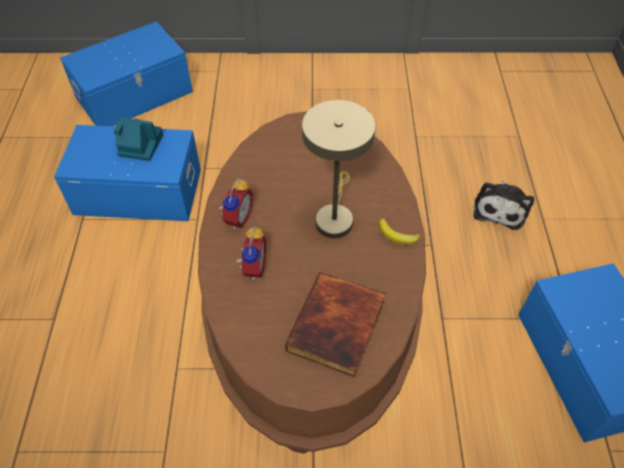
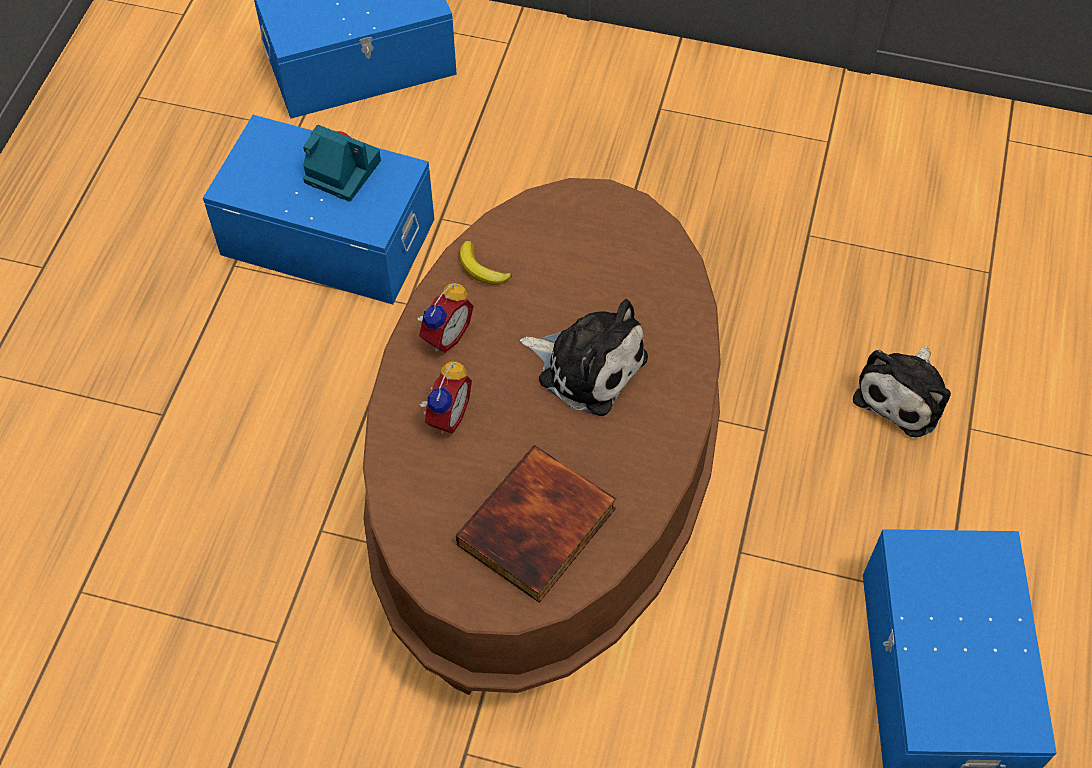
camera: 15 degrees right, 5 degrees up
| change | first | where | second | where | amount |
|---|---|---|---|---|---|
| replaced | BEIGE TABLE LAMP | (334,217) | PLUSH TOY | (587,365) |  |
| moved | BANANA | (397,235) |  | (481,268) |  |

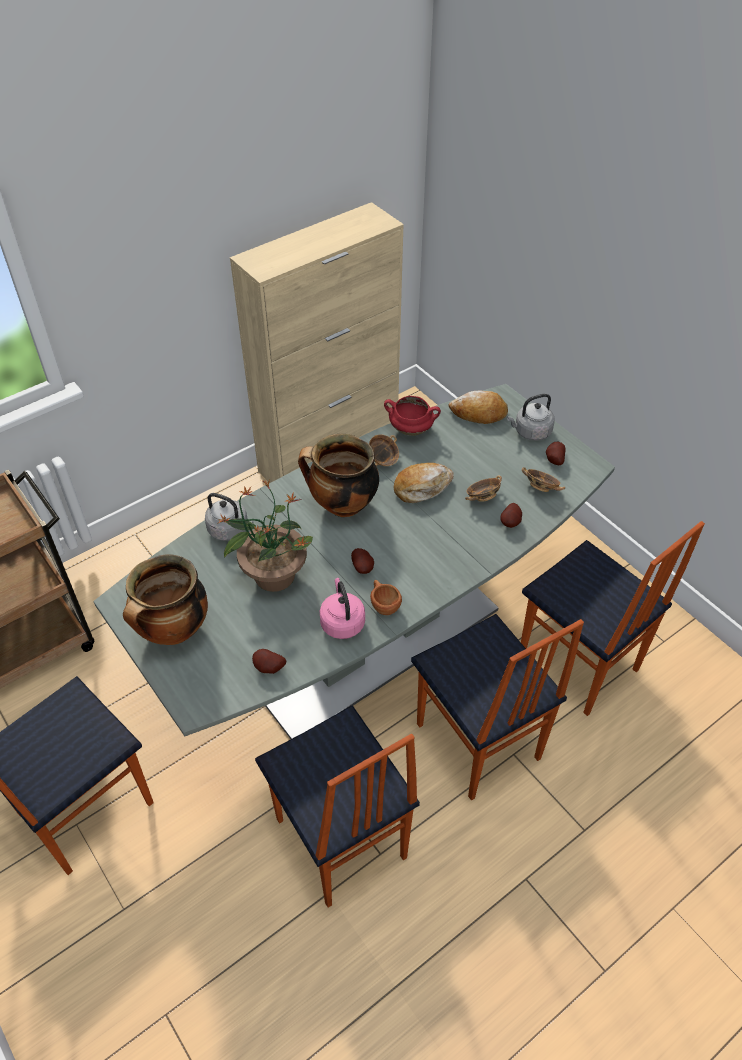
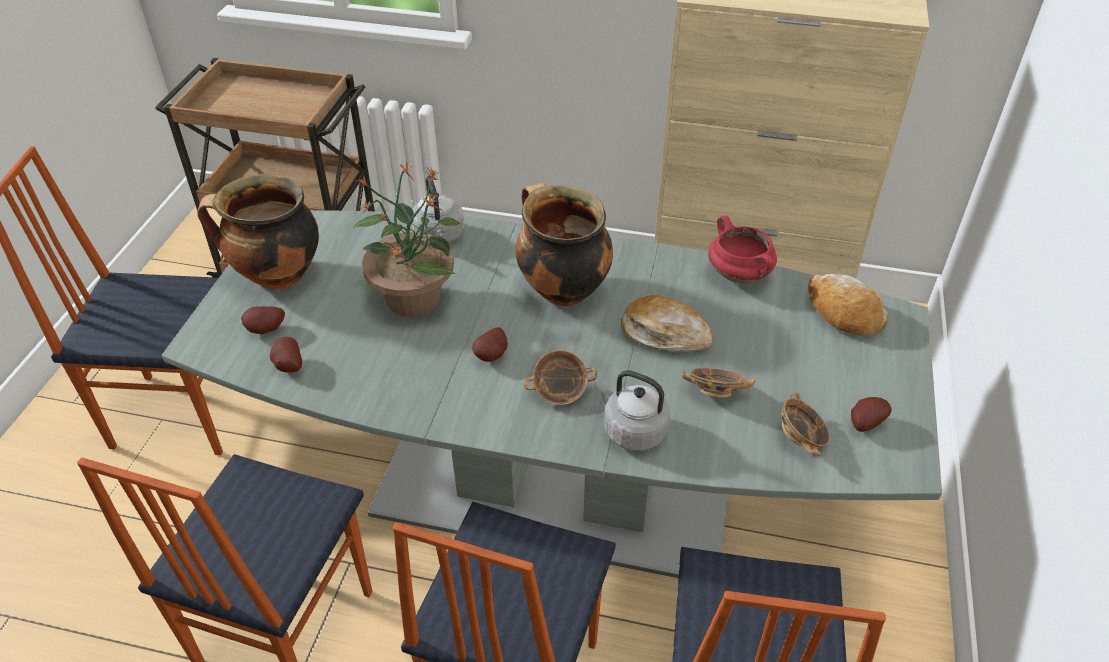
camera: 50 degrees right, 5 degrees down
| change | first | where | second | where | amount |
|---|---|---|---|---|---|
| removed | PINK KETTLE | (342,622) |  |  |  |
| moved | BOWL | (383,460) |  | (560,393) |  |
| removed | BROWN CUP | (383,604) |  |  |  |
| moved | POTATO | (511,523) |  | (266,331) |  |
| moved | GREY KETTLE | (530,432) |  | (631,430) |  |

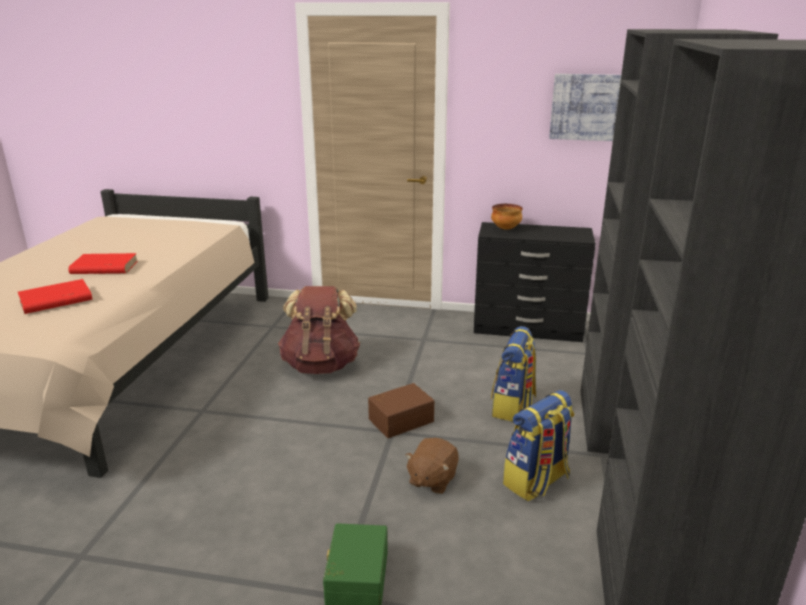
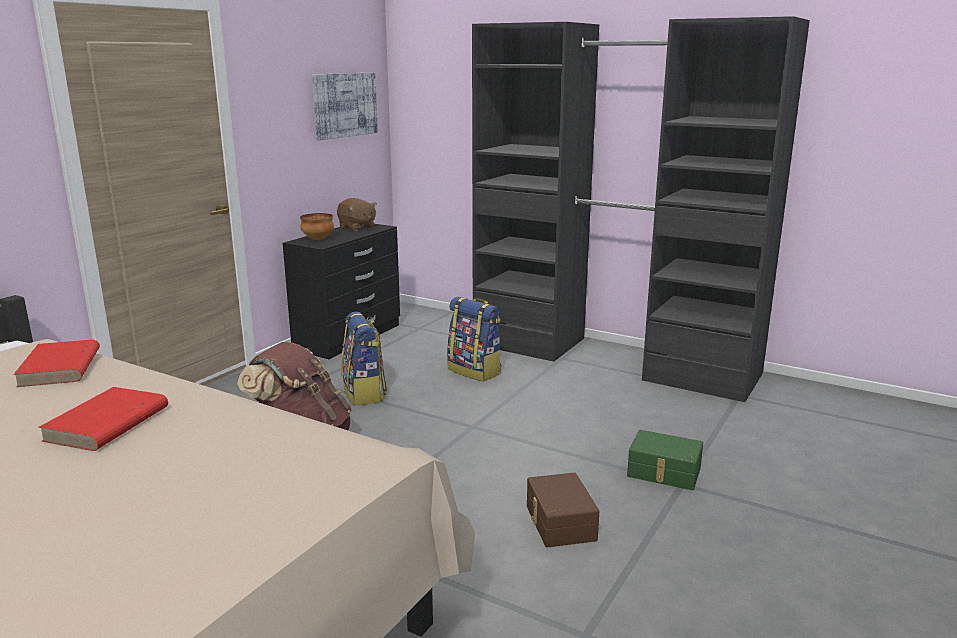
camera: 70 degrees left, 5 degrees down
| change | first | where | second | where | amount |
|---|---|---|---|---|---|
| moved | RED BOOK | (55,300) |  | (60,368) |  |
| moved | BROWN STORAGE BOX | (400,419) |  | (558,523) |  |
| moved | BROWN PLUSH TOY | (432,479) |  | (357,228) |  |
| moved | BACKPACK | (536,481) |  | (365,393) |  |

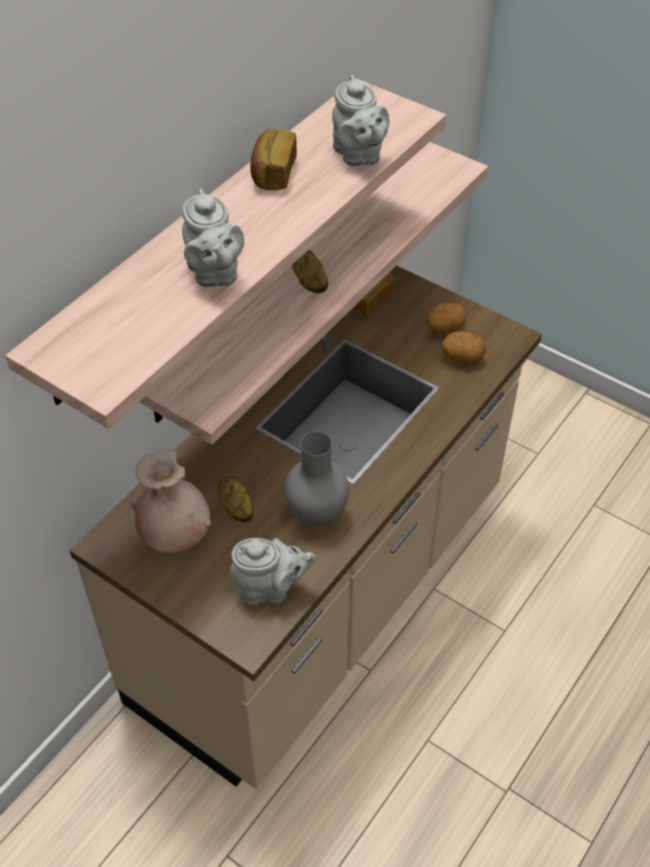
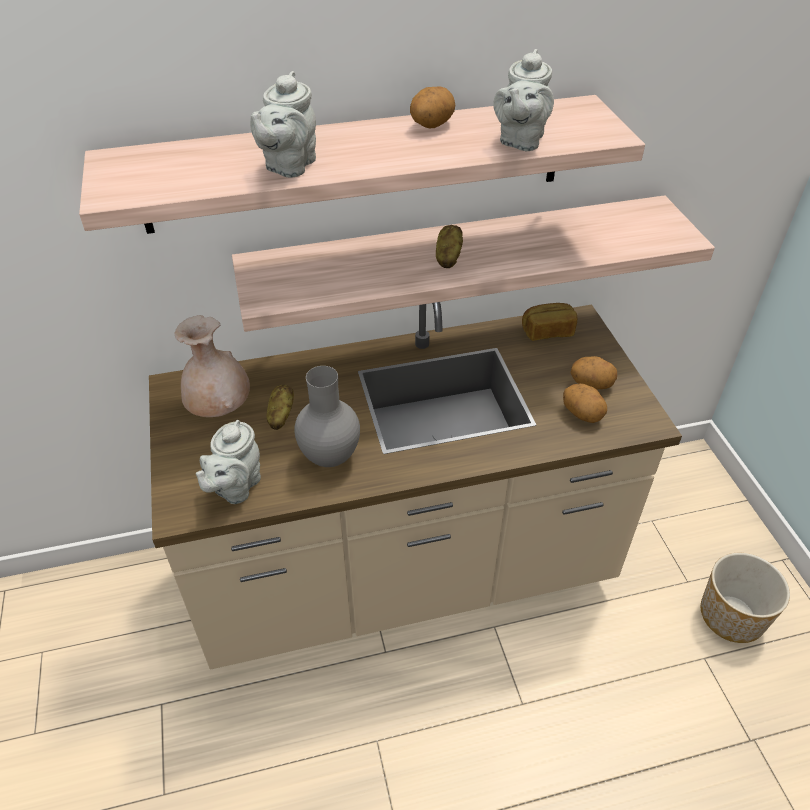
camera: 40 degrees right, 5 degrees down
| change | first | where | second | where | amount |
|---|---|---|---|---|---|
| turned | GREY TEAPOT | (270,589) |  | (235,487) | 75 degrees clockwise |
| replaced | BREAD | (272,173) | POTATO | (431,125) |  |
| added |  |  | PLANTER | (732,616) |  |

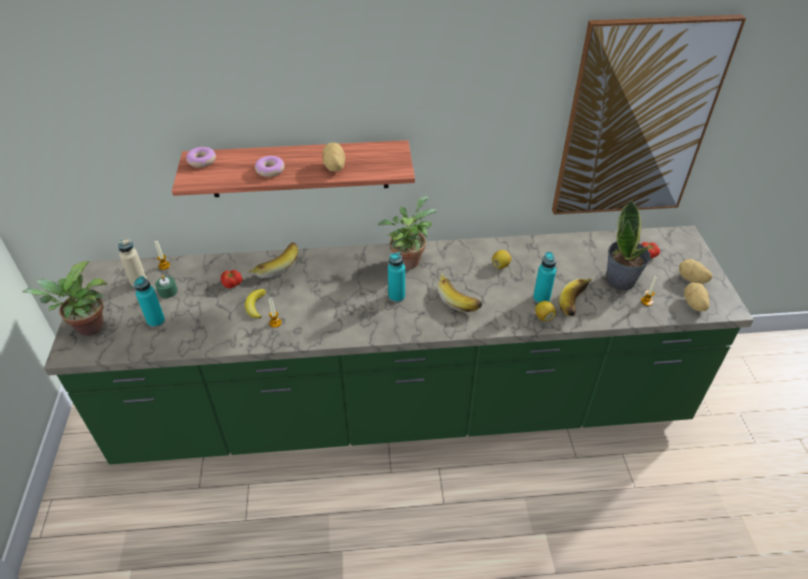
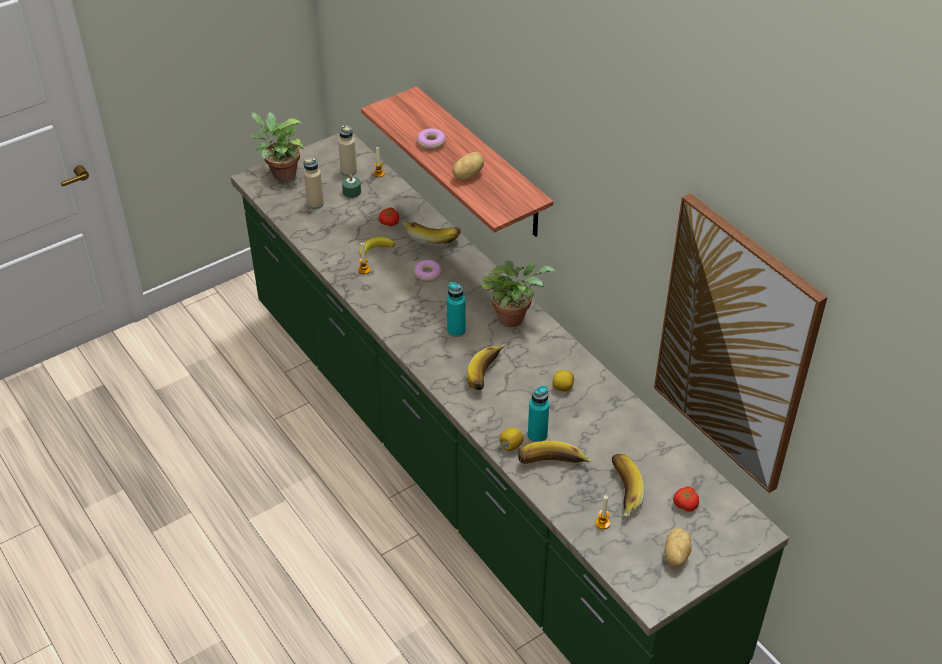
camera: 60 degrees right, 0 degrees up
| change | first | where | second | where | amount |
|---|---|---|---|---|---|
| recoloured | TURQUOISE BOTTLE | (156,321) | BEIGE BOTTLE | (315,204) |  |
| moved | DONUT | (202,161) |  | (427,274) |  |
| replaced | POTTED PLANT | (621,280) | BANANA | (621,492) |  |
| removed | POTATO | (693,304) |  |  |  |

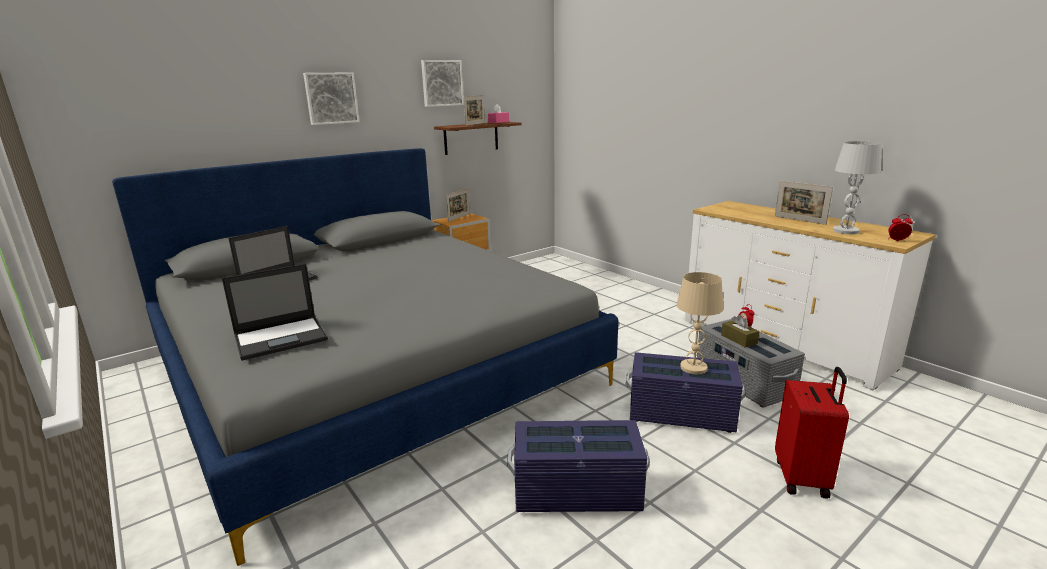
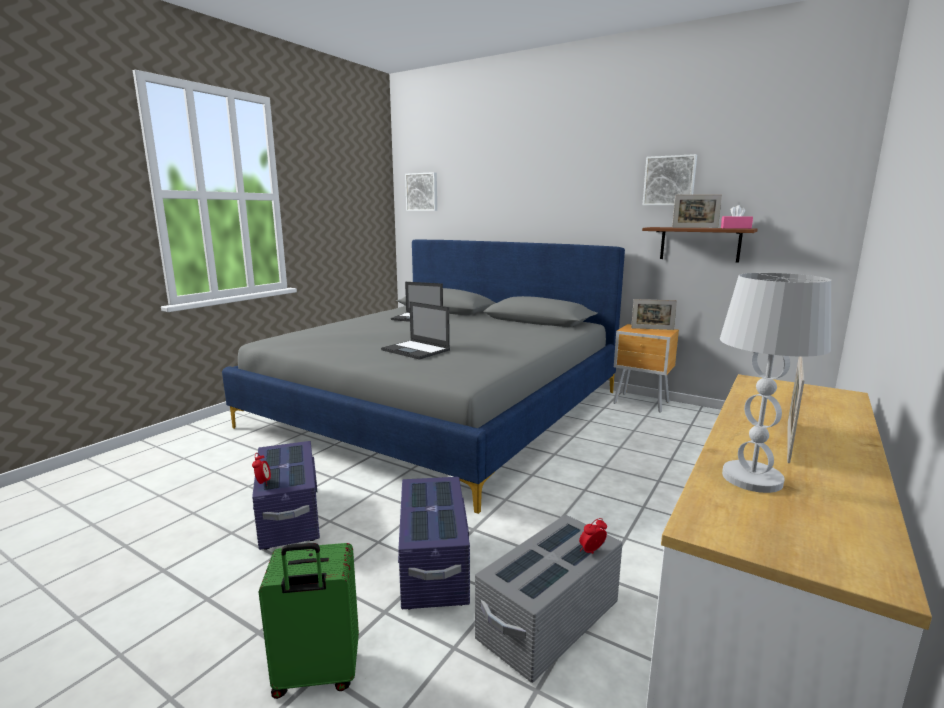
camera: 70 degrees right, 5 degrees down
| change | first | where | second | where | amount |
|---|---|---|---|---|---|
| moved | LAPTOP | (282,337) |  | (416,350) |  |
| moved | PICTURE | (331,98) |  | (422,192) |  |
| removed | BEIGE TABLE LAMP | (693,368) |  |  |  |
| removed | BROWN TISSUE BOX | (739,339) |  |  |  |
| recoloured | RED SUITCASE | (803,478) | GREEN SUITCASE | (316,675) |  |
| moved | ALARM CLOCK | (897,240) |  | (263,483) |  |

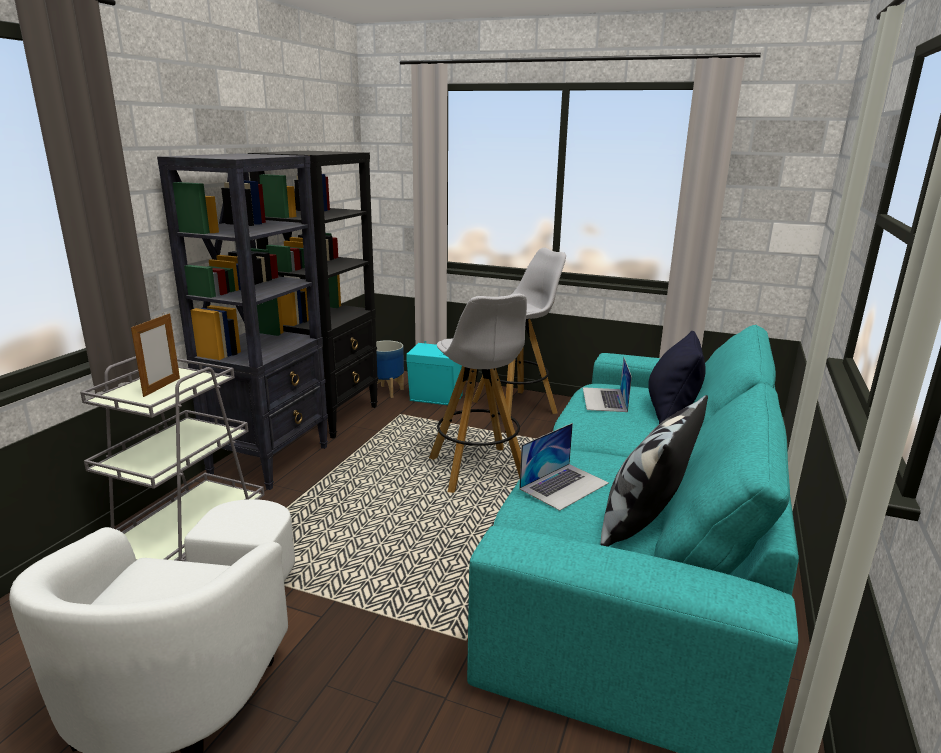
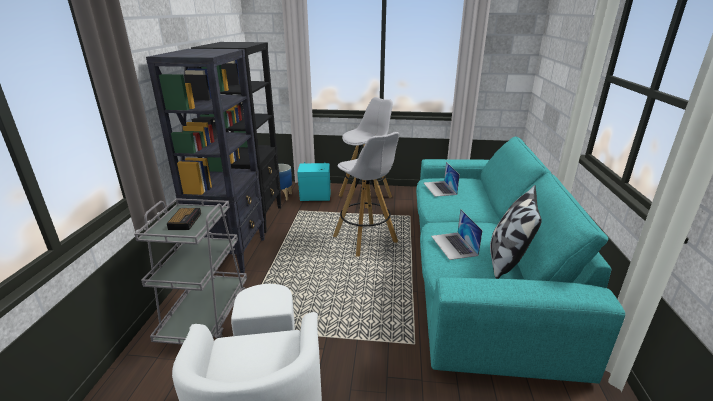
camera: 15 degrees left, 5 degrees up
| change | first | where | second | where | amount |
|---|---|---|---|---|---|
| replaced | PICTURE FRAME | (162,387) | ALARM CLOCK | (185,221) |  |
| turned | LAPTOP | (564,485) |  | (454,245) | 135 degrees clockwise |
| removed | BLACK PILLOW | (671,411) |  |  |  |

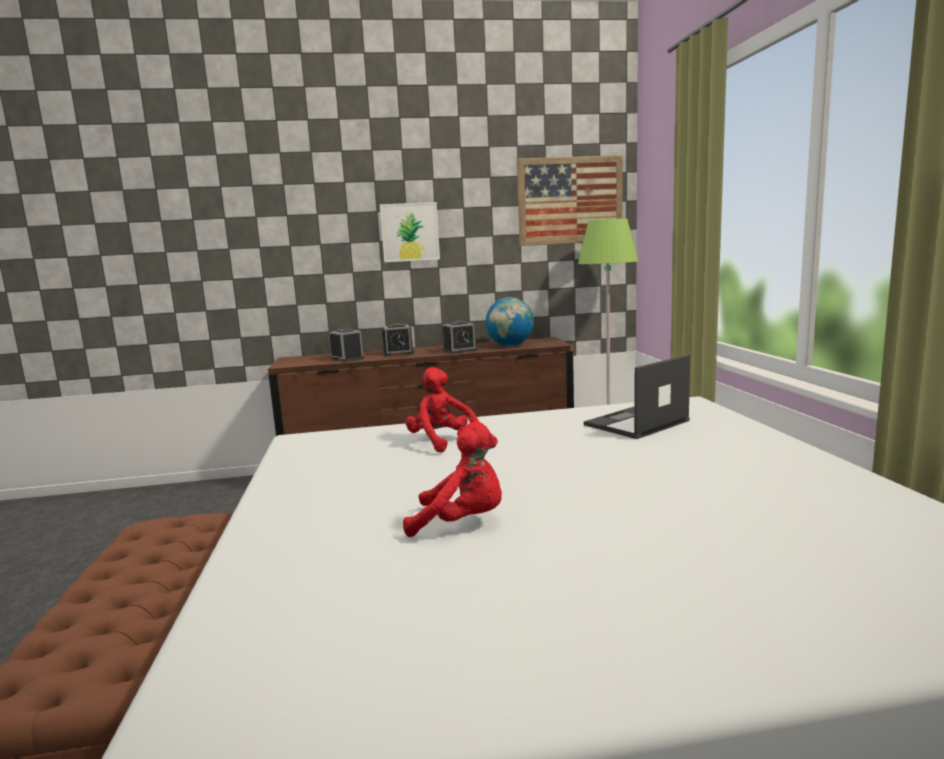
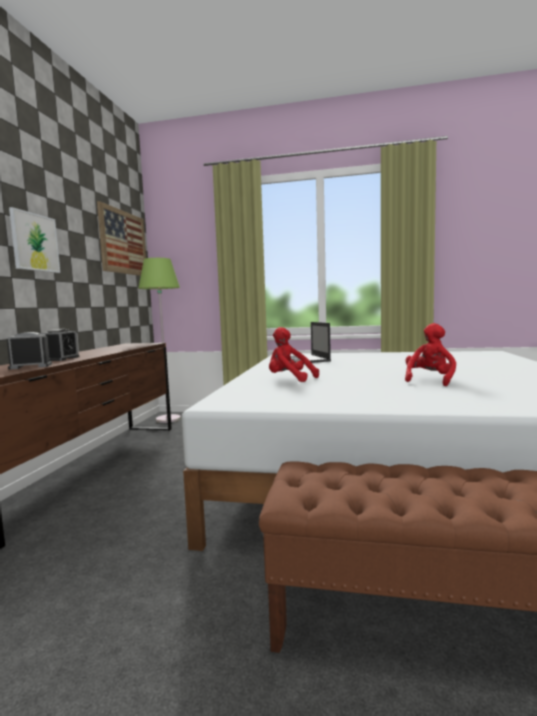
camera: 70 degrees left, 5 degrees down
| change | first | where | second | where | amount |
|---|---|---|---|---|---|
| turned | RED PLUSH TOY | (442,442) |  | (289,379) | 45 degrees clockwise |
| removed | ALARM CLOCK | (460,350) |  |  |  |
| removed | GLOBE | (510,345) |  |  |  |

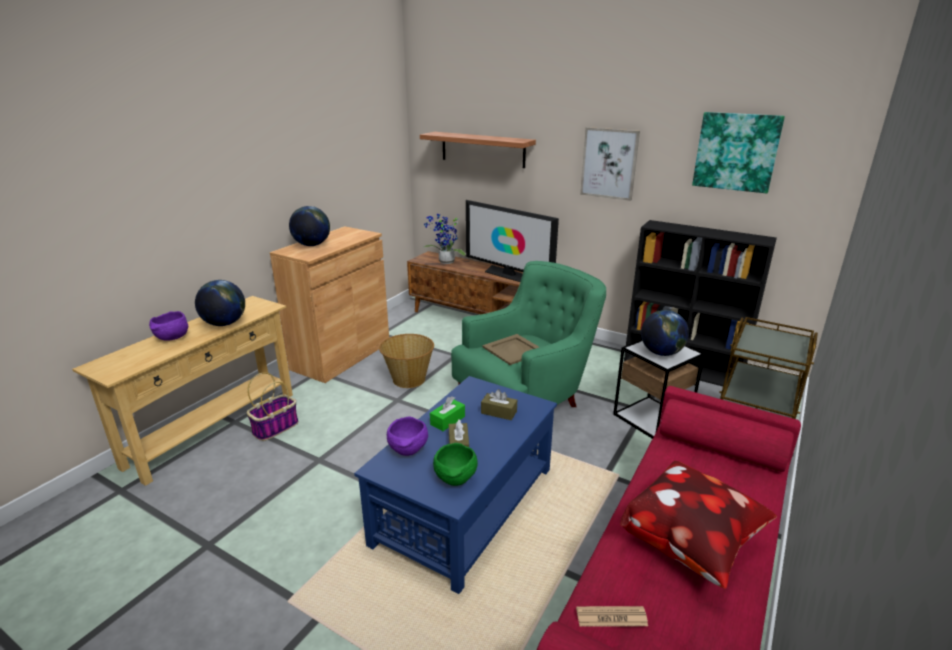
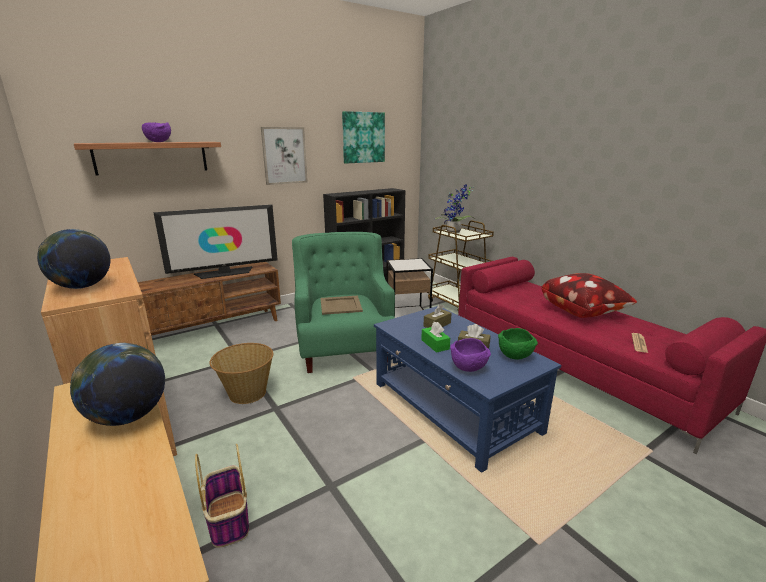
camera: 65 degrees left, 5 degrees down
| change | first | where | second | where | amount |
|---|---|---|---|---|---|
| moved | PURPLE BOWL | (172,338) |  | (159,142) |  |
| moved | POTTED PLANT | (445,262) |  | (454,232) |  |
| removed | GLOBE | (661,353) |  |  |  |

